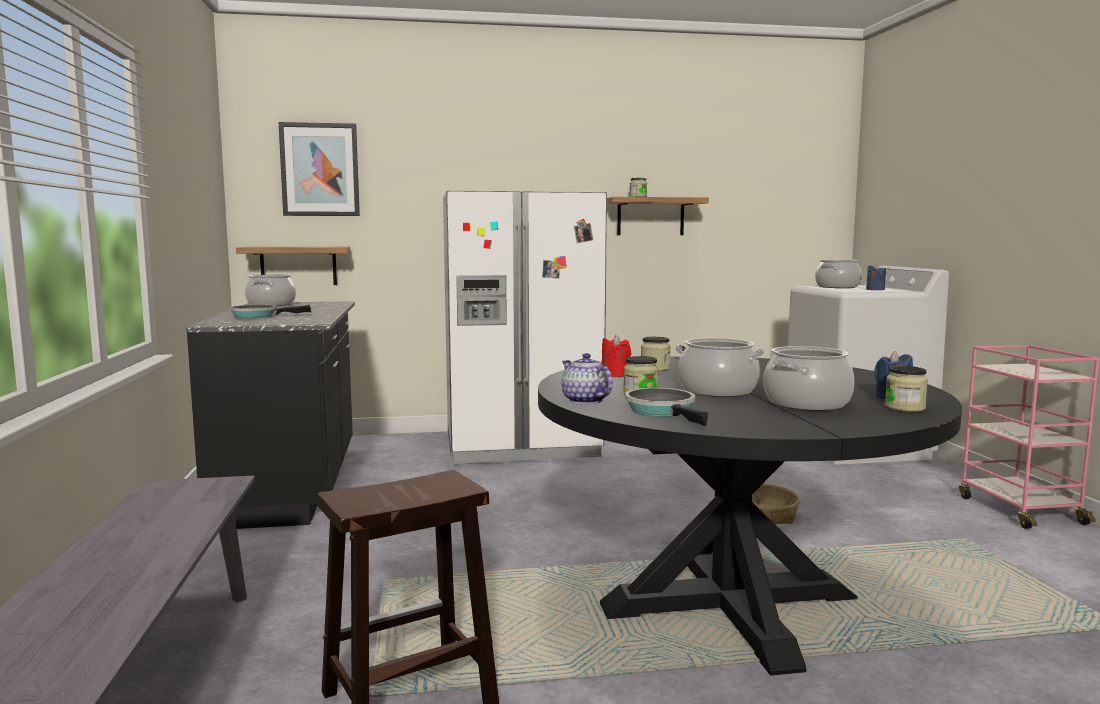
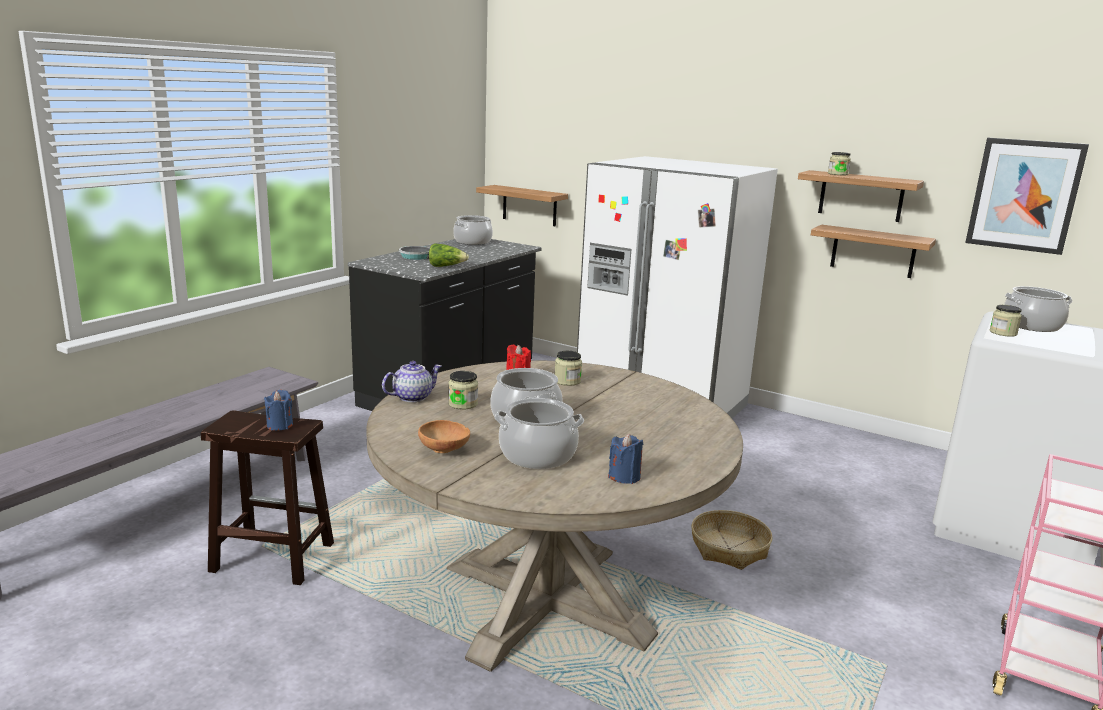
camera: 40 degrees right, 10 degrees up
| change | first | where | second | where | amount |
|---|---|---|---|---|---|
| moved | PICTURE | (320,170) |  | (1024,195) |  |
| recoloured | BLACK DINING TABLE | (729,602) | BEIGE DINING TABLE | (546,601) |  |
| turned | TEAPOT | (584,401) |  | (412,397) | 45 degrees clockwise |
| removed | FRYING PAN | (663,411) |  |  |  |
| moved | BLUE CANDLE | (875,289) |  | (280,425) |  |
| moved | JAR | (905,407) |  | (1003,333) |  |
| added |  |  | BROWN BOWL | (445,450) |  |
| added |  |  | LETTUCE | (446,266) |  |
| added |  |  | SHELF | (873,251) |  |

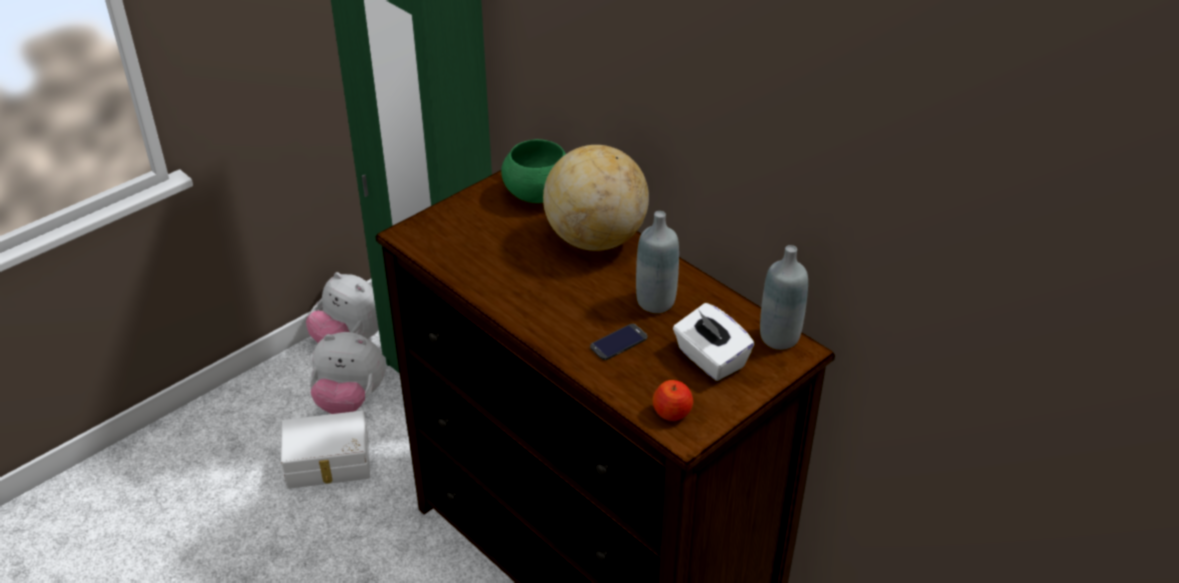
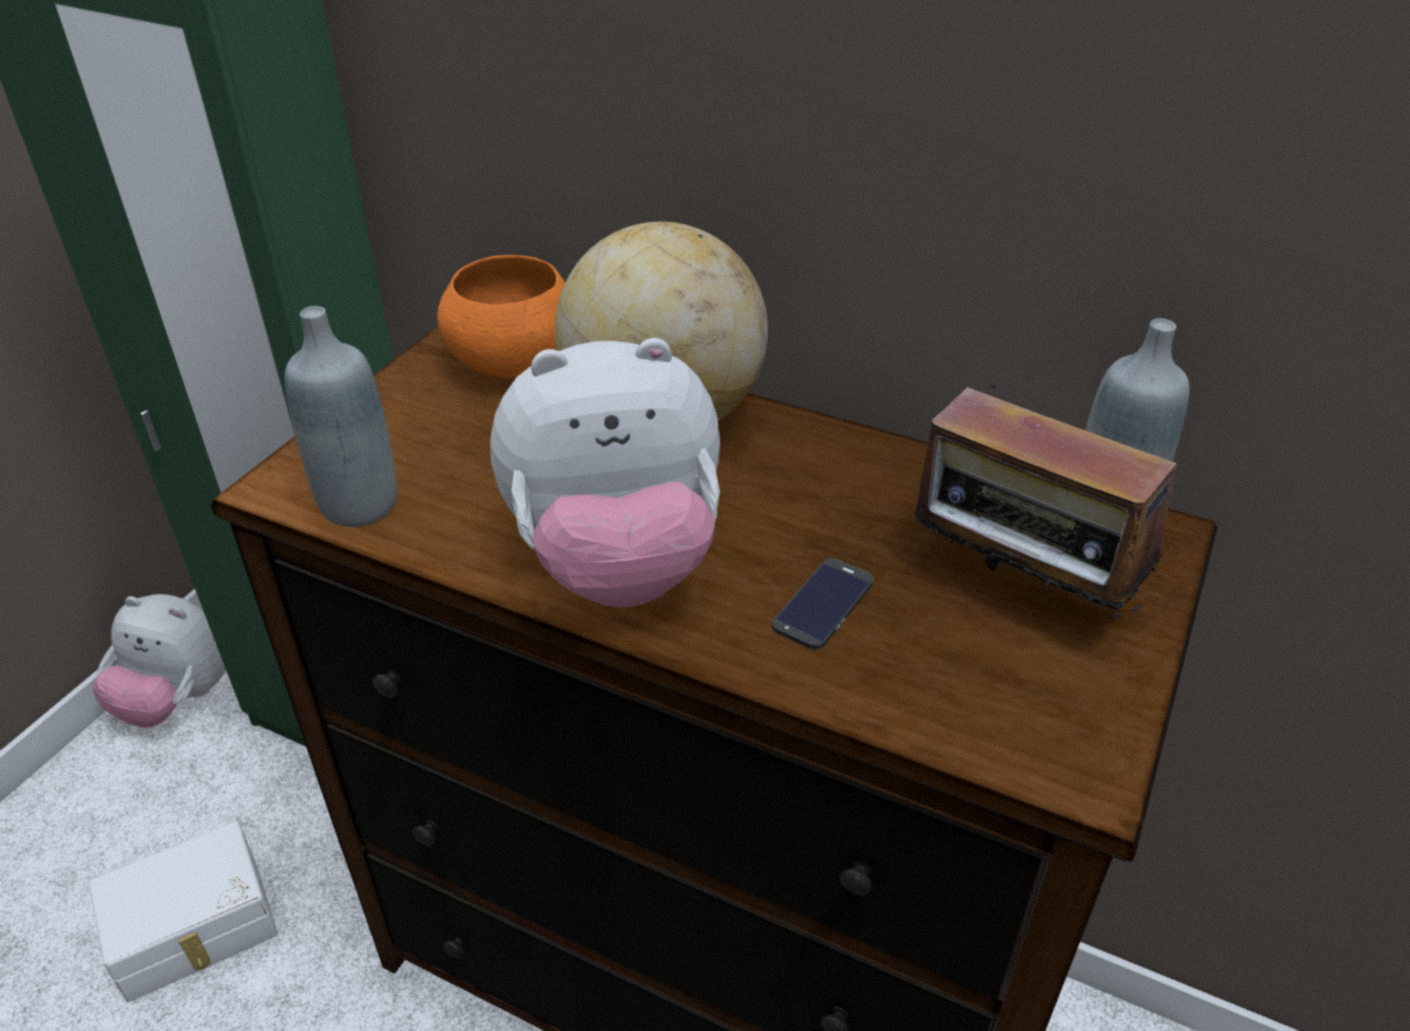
camera: 20 degrees left, 0 degrees up
| change | first | where | second | where | amount |
|---|---|---|---|---|---|
| moved | PLUSH TOY | (350,400) |  | (617,563) |  |
| recoloured | GREEN BOWL | (537,195) | ORANGE BOWL | (514,363) |  |
| moved | GREY BOTTLE | (655,302) |  | (359,505) |  |
| removed | APPLE | (672,412) |  |  |  |
| replaced | WHITE TISSUE BOX | (710,359) | RADIO | (1018,593) |  |

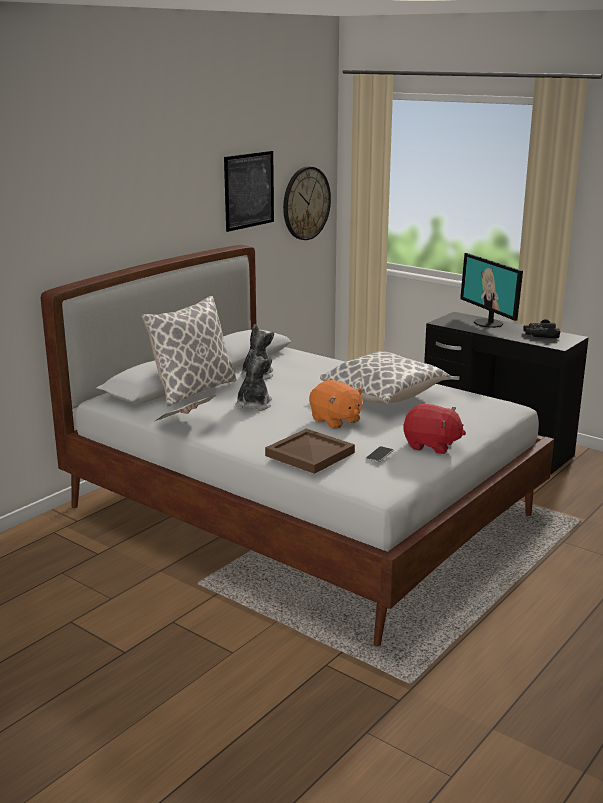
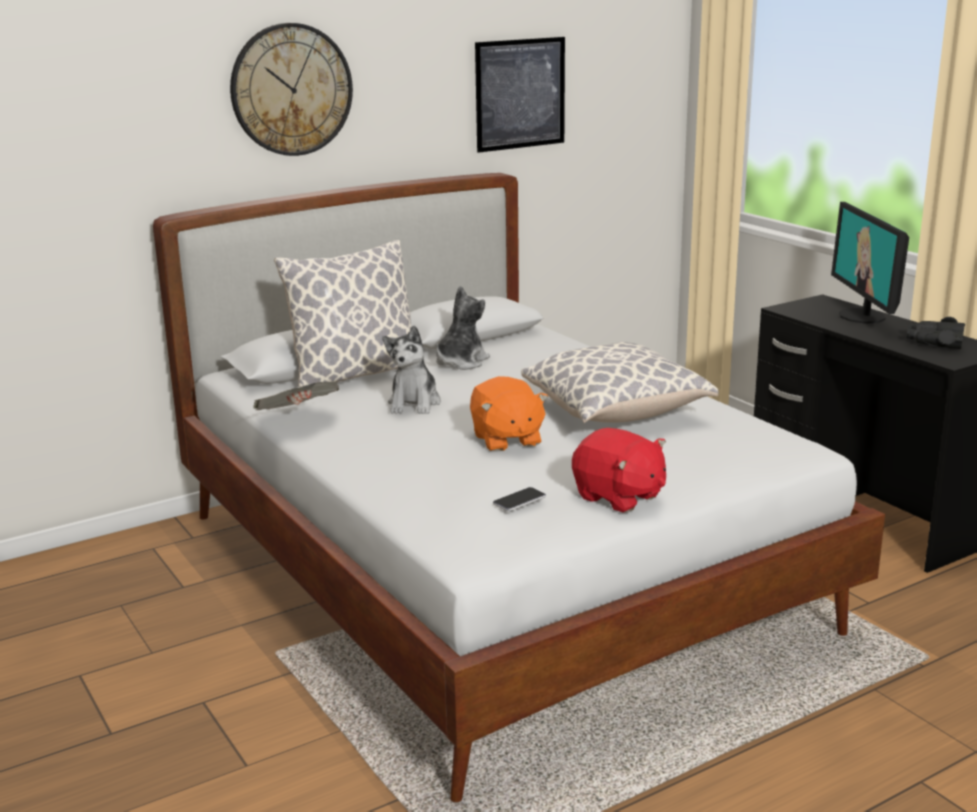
camera: 20 degrees right, 0 degrees up
| change | first | where | second | where | amount |
|---|---|---|---|---|---|
| turned | PLUSH TOY | (253,405) |  | (414,403) | 150 degrees clockwise |
| removed | BROWN TRAY | (310,455) |  |  |  |
| moved | WALL CLOCK | (306,203) |  | (291,90) |  |

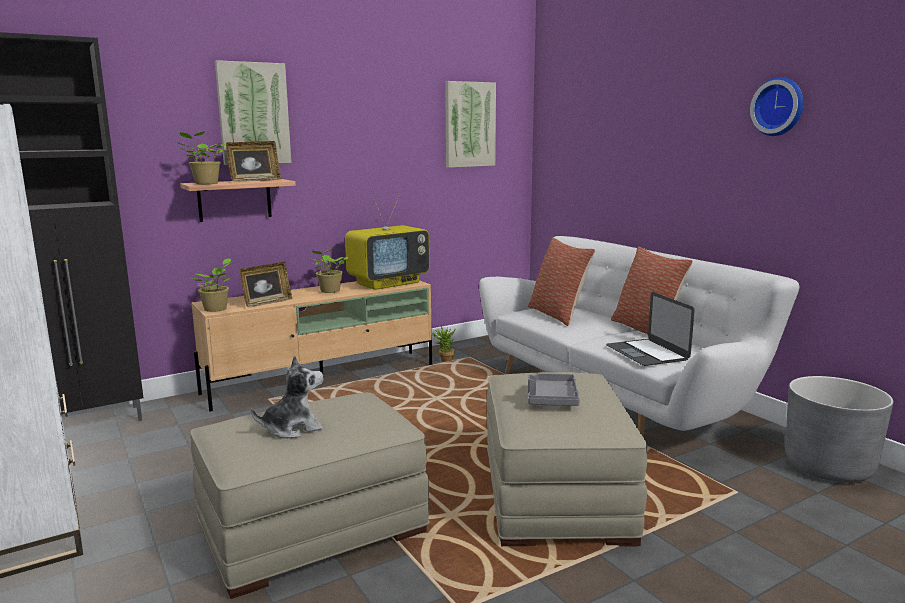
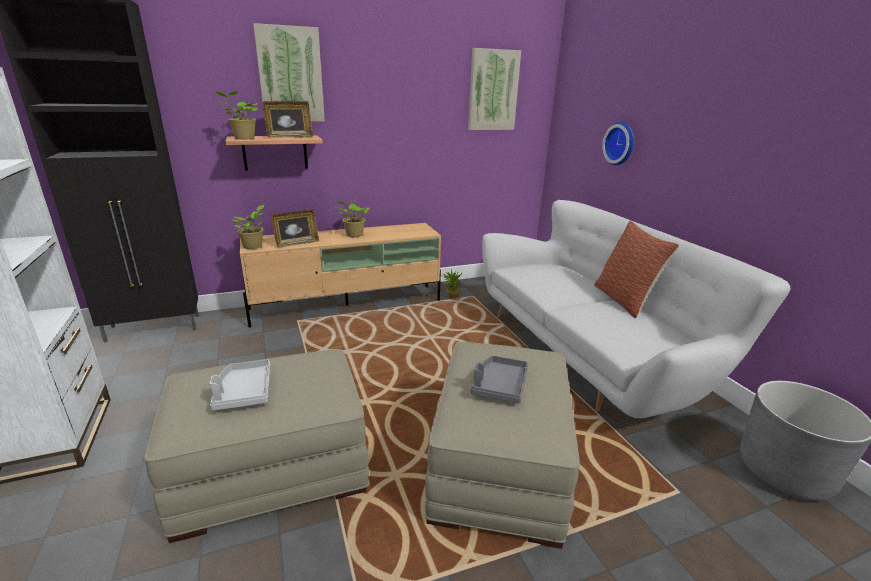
camera: 10 degrees right, 10 degrees up
| change | first | where | second | where | amount |
|---|---|---|---|---|---|
| replaced | PLUSH TOY | (292,428) | GREY TRAY | (244,392) |  |
| removed | TELEVISION | (388,283) |  |  |  |
| removed | PILLOW | (558,315) |  |  |  |
| removed | LAPTOP | (647,352) |  |  |  |
| moved | WALL CLOCK | (779,106) |  | (621,143) |  |

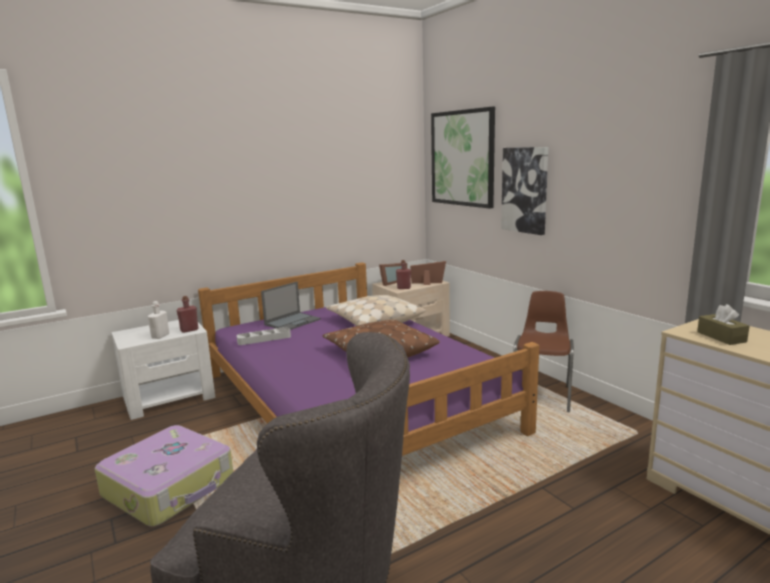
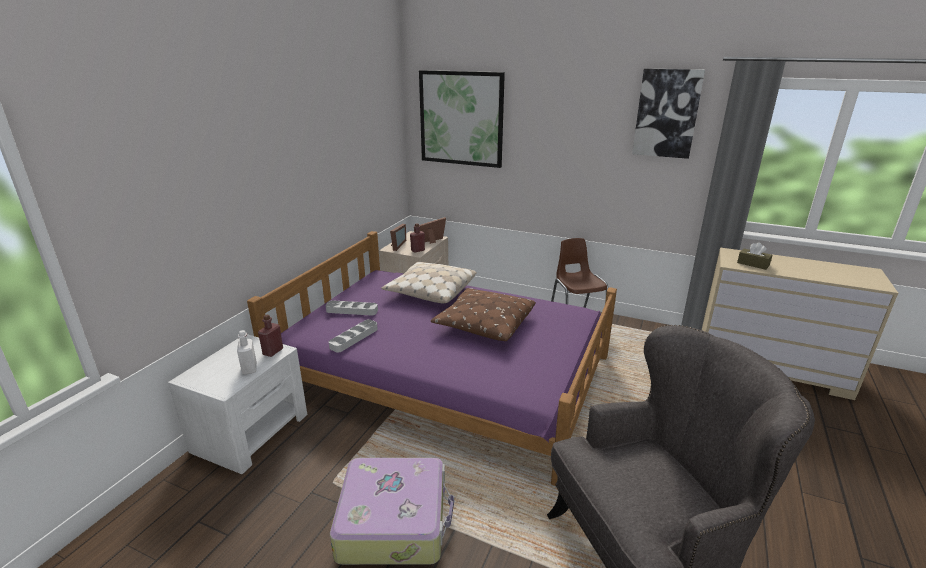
camera: 35 degrees left, 10 degrees up
| change | first | where | second | where | amount |
|---|---|---|---|---|---|
| replaced | LAPTOP | (293,322) | GREY TRAY | (352,310) |  |
| moved | PICTURE | (525,190) |  | (667,113) |  |

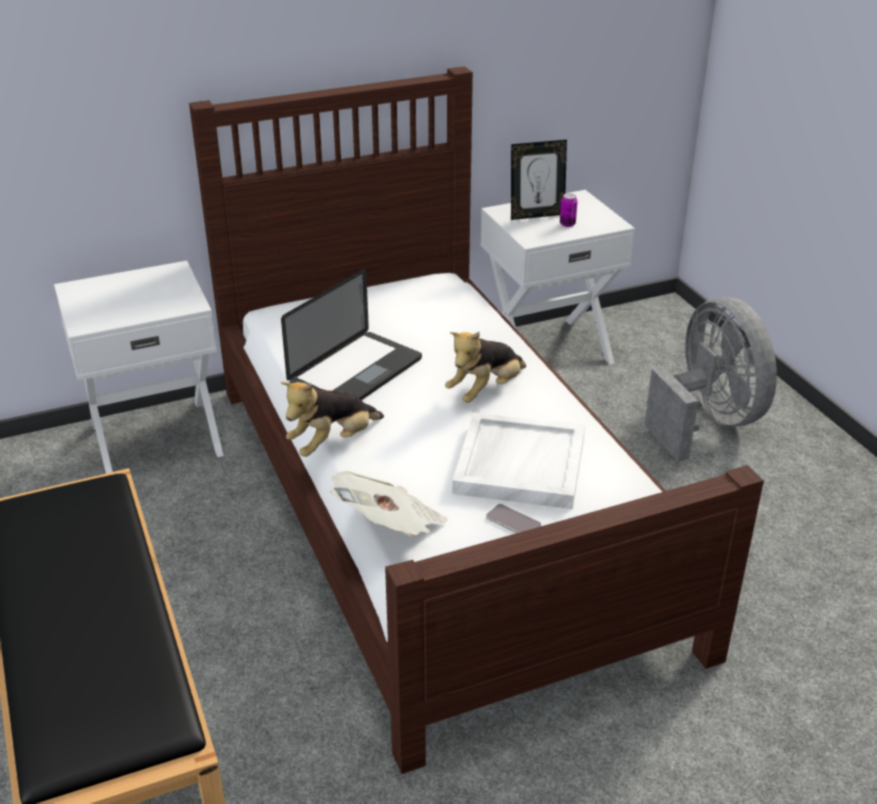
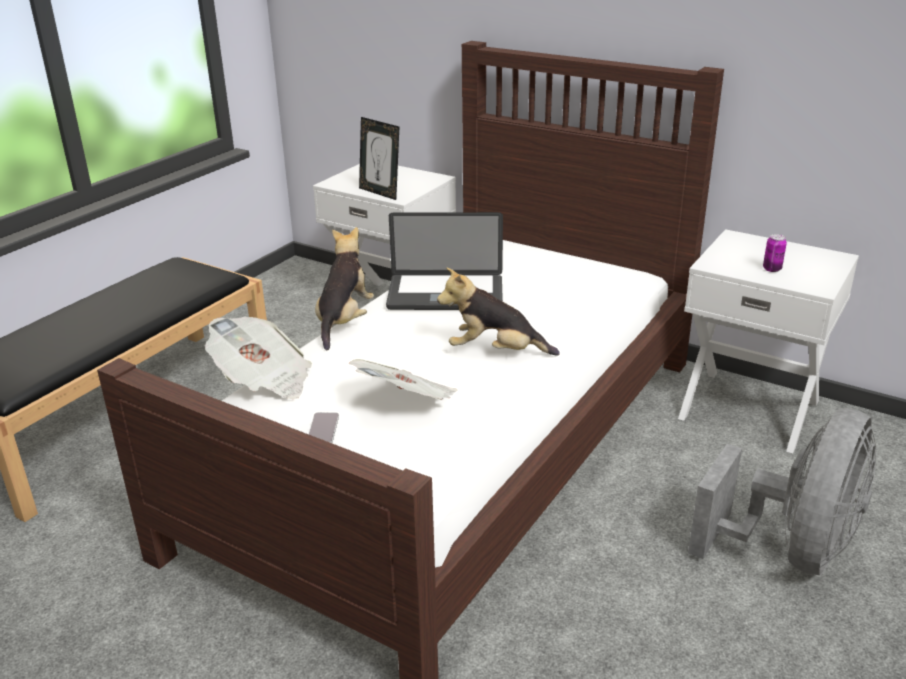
camera: 55 degrees right, 5 degrees down
| change | first | where | second | where | amount |
|---|---|---|---|---|---|
| turned | PLUSH TOY | (333,443) |  | (344,321) | 90 degrees clockwise |
| replaced | WHITE TRAY | (519,464) | NEWSPAPER | (407,403) |  |
| moved | PICTURE FRAME | (536,215) |  | (380,192) |  |

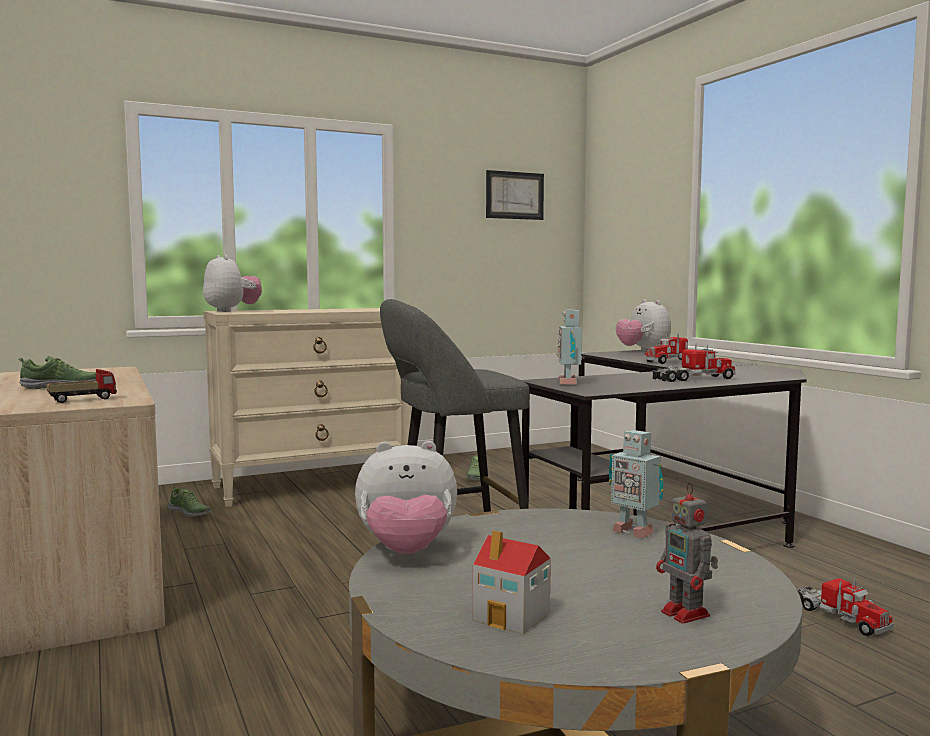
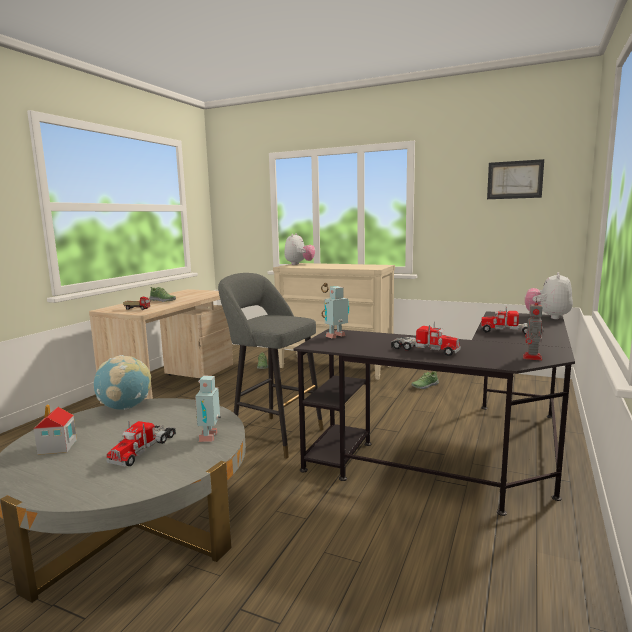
camera: 50 degrees right, 5 degrees up
| change | first | where | second | where | amount |
|---|---|---|---|---|---|
| replaced | PLUSH TOY | (406,552) | GLOBE | (125,407) |  |
| moved | TOY ROBOT | (687,614) |  | (532,358) |  |
| moved | TOY TRUCK | (836,616) |  | (144,449) |  |

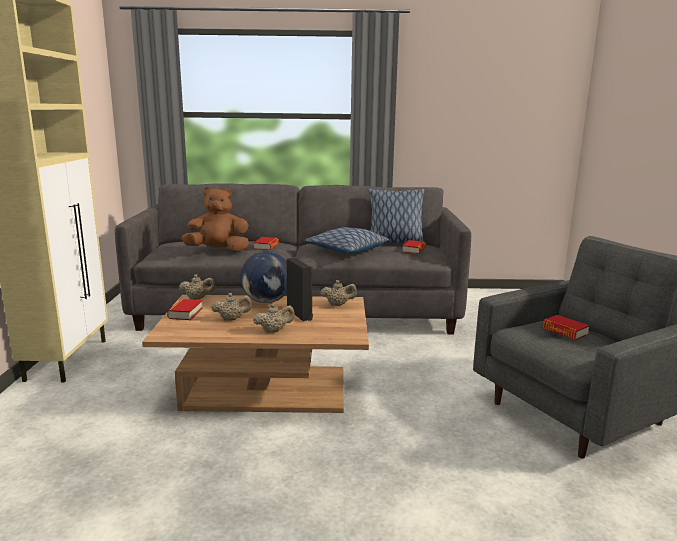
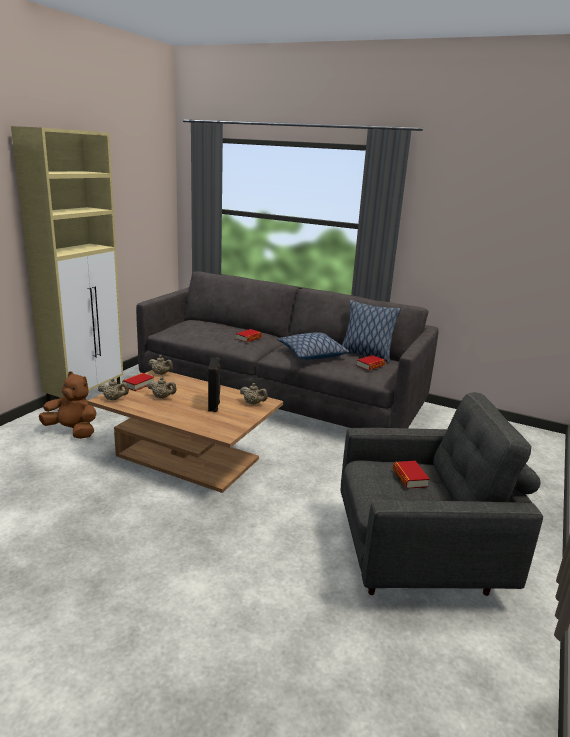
camera: 25 degrees right, 5 degrees up
| change | first | where | second | where | amount |
|---|---|---|---|---|---|
| moved | BROWN PLUSH TOY | (218,250) |  | (72,431) |  |
| removed | GLOBE | (267,301) |  |  |  |
| moved | BEIGE TEAPOT | (274,331) |  | (114,399) |  |

